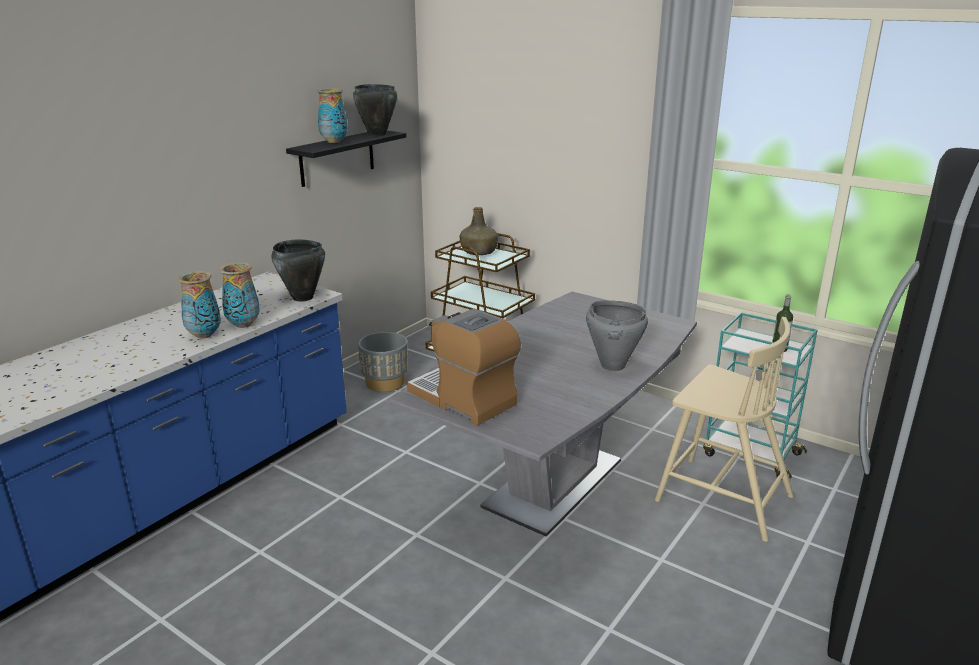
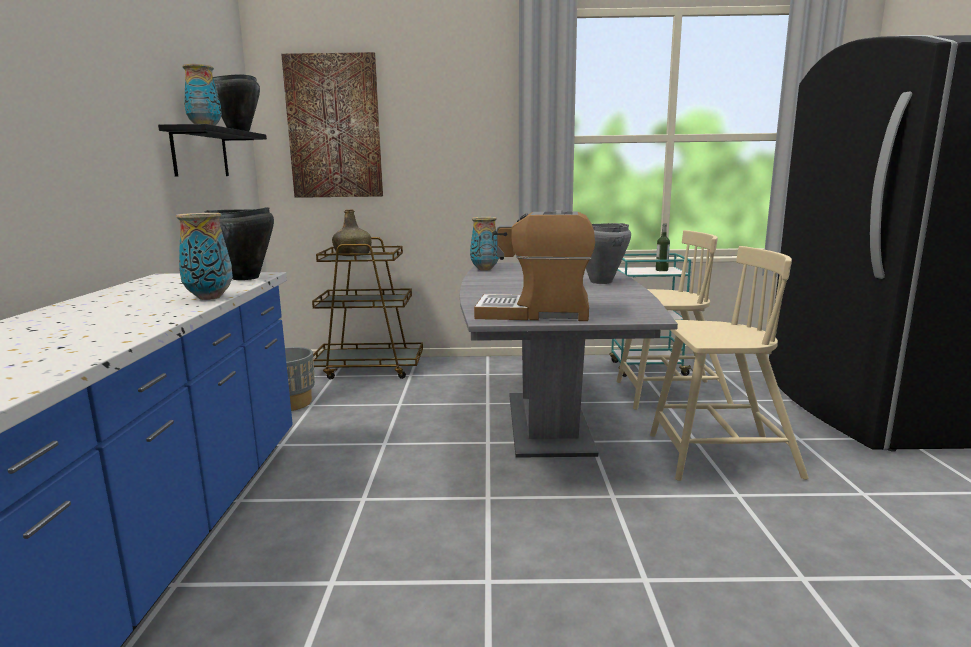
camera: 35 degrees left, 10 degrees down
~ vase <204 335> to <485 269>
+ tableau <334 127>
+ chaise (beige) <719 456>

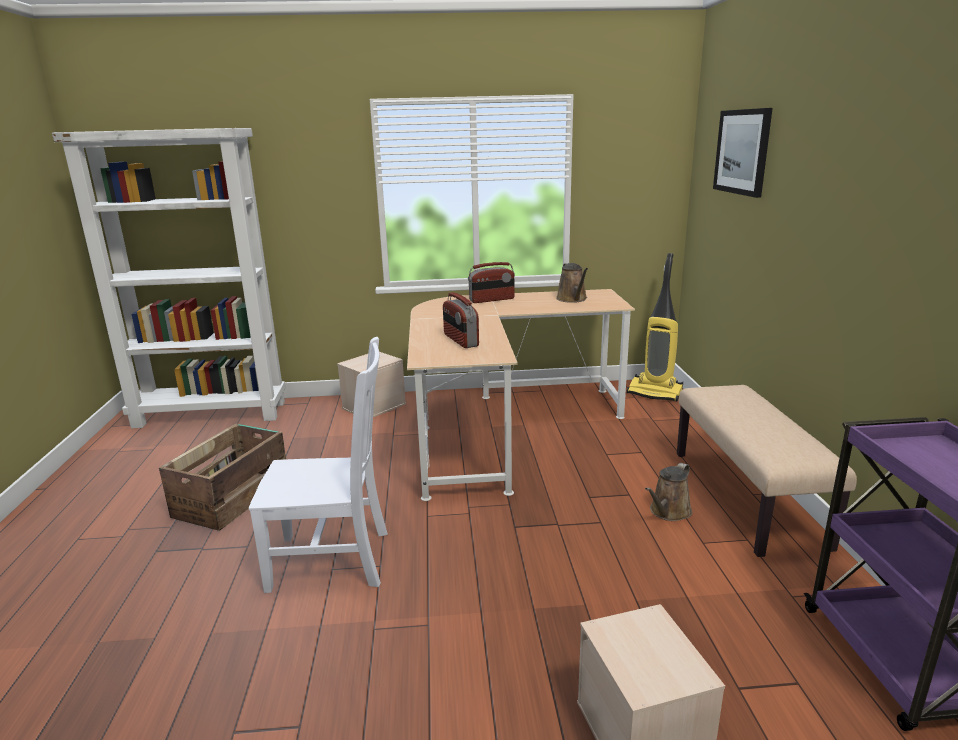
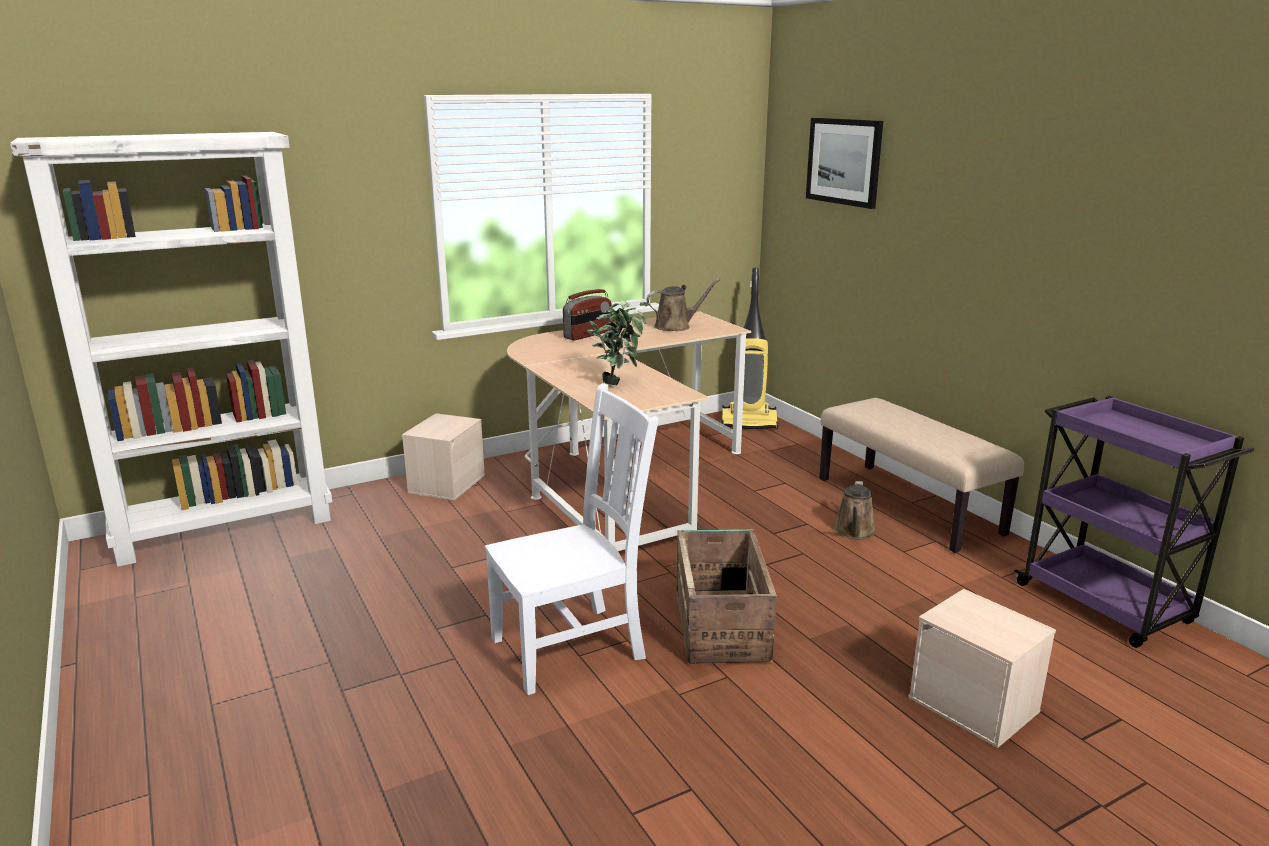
camera: 25 degrees left, 0 degrees up
~ arrosoir (marron) <572 299> = <676 326> 75 degrees counterclockwise
~ radio <460 340> to plante en pot <618 382>
~ caisse <234 497> to <722 623>

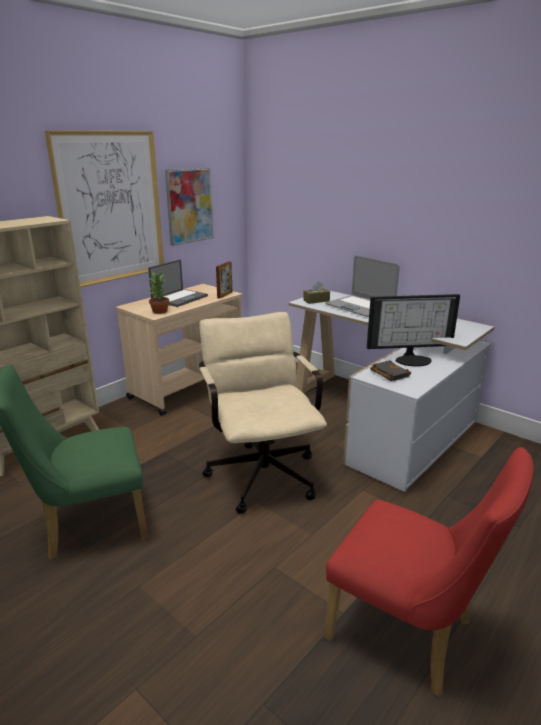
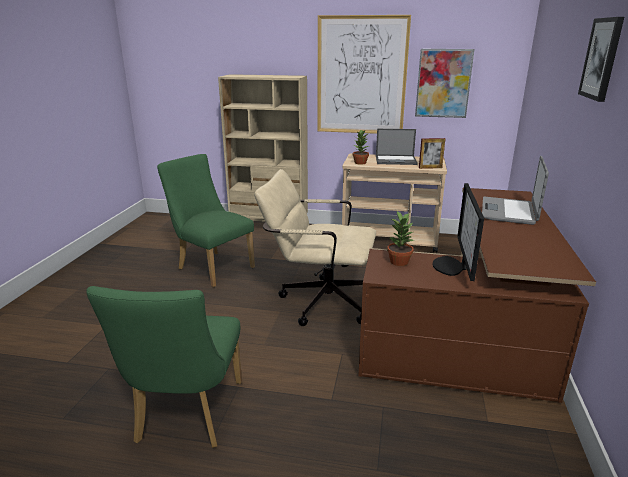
camera: 60 degrees right, 0 degrees up
- boîte à mouchoirs (marron) <316 300>
~ bureau (blanc) <381 419> to bureau (marron) <473 336>
~ écran d'ordinateur <412 359> = <453 266> 45 degrees clockwise
~ chaise de bureau (beige) <261 470> = <318 301> 120 degrees counterclockwise
~ livre (noir) <388 373> to plante en pot <399 261>
~ chaise (rouge) <409 634> to chaise (vert) <187 417>
+ tableau <602 59>

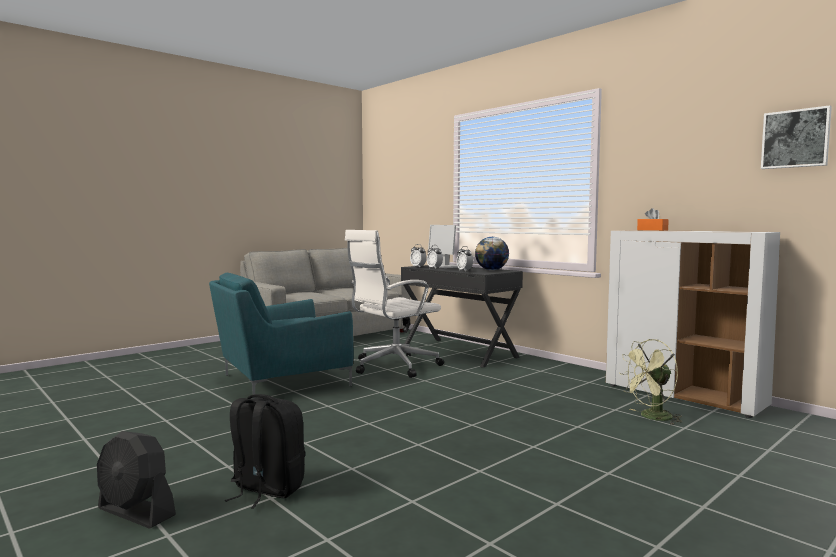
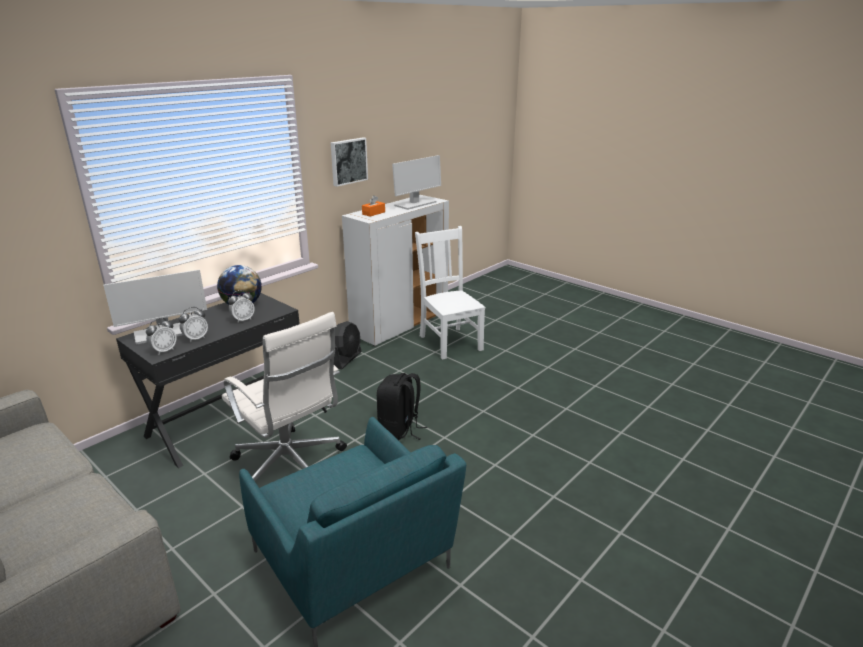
camera: 95 degrees left, 20 degrees up
~ tableau <795 139> to <348 161>
~ ventilateur (vert) <651 417> to chaise (blanc) <449 342>
~ sac à dos (noir) <266 490> to <400 430>
~ ventilateur (noir) <136 512> to <346 359>
+ écran d'ordinateur <415 204>

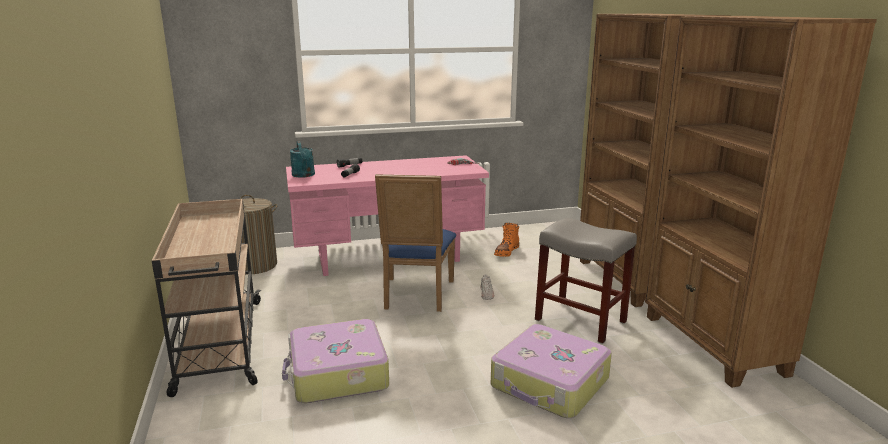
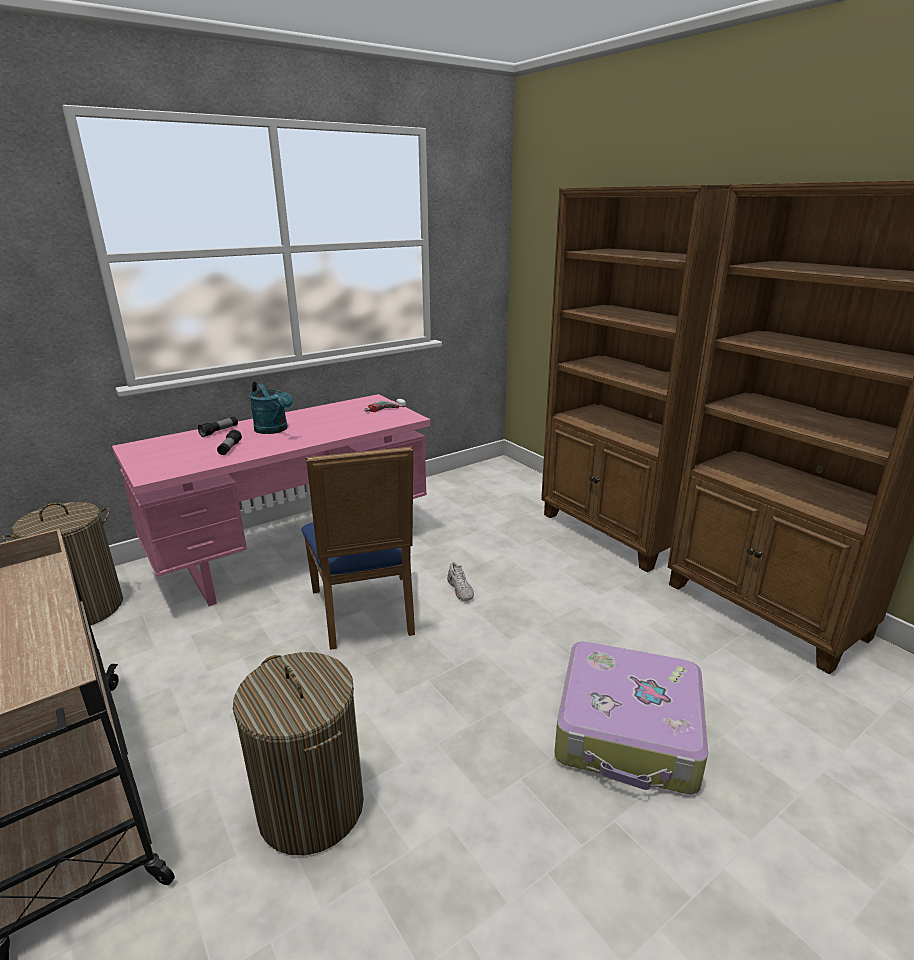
camera: 20 degrees left, 5 degrees up
~ arrosoir (turquoise) <304 175> to <274 430>
- tabouret (gris) <579 321>
- botte (orange) <506 252>
~ valise <337 374> to panier à linge <311 807>

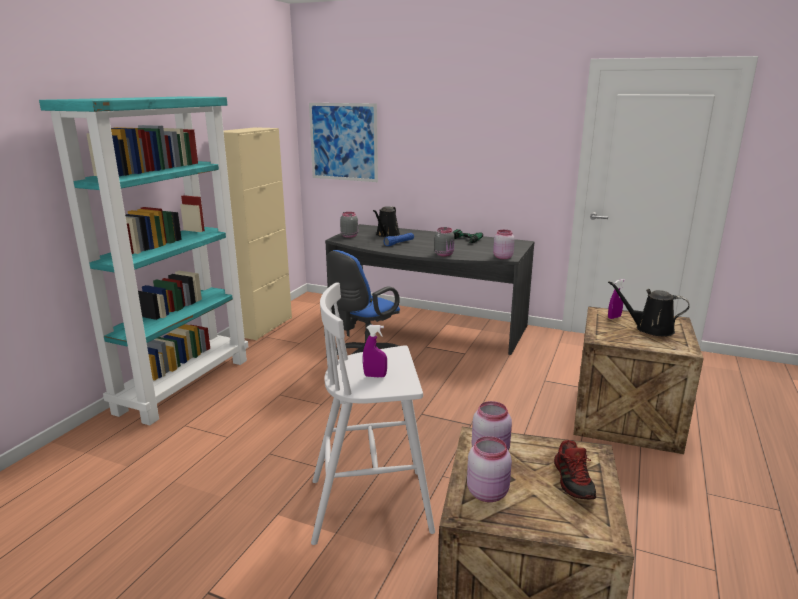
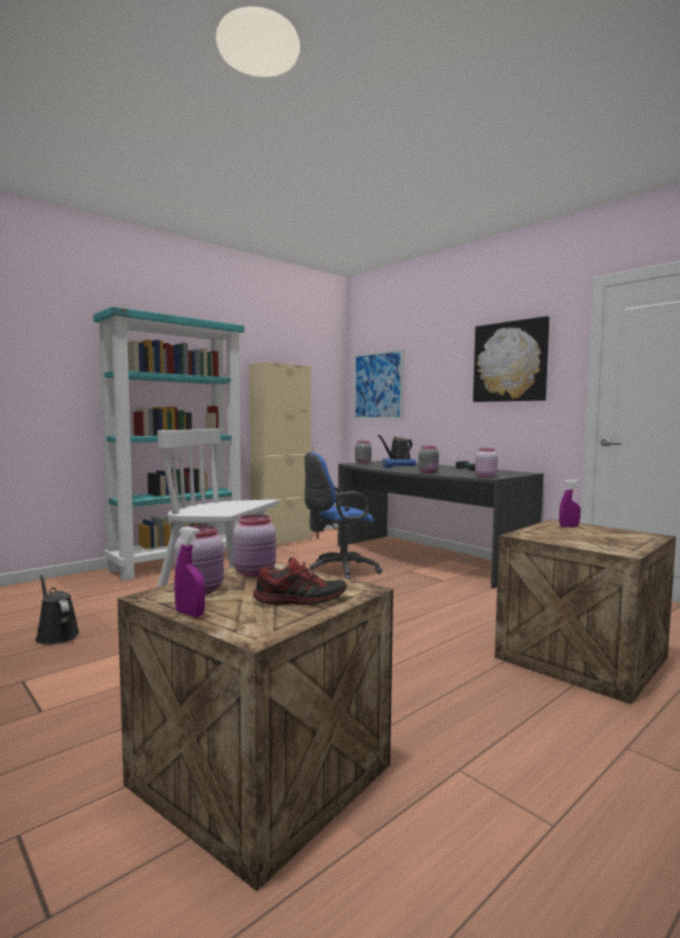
camera: 25 degrees right, 15 degrees down
~ arrosoir (noir) <650 329> to <56 635>
~ vaporisateur (violet) <375 376> to <190 614>
~ chaussure <574 481> = <300 600> 120 degrees counterclockwise
+ tableau <510 362>

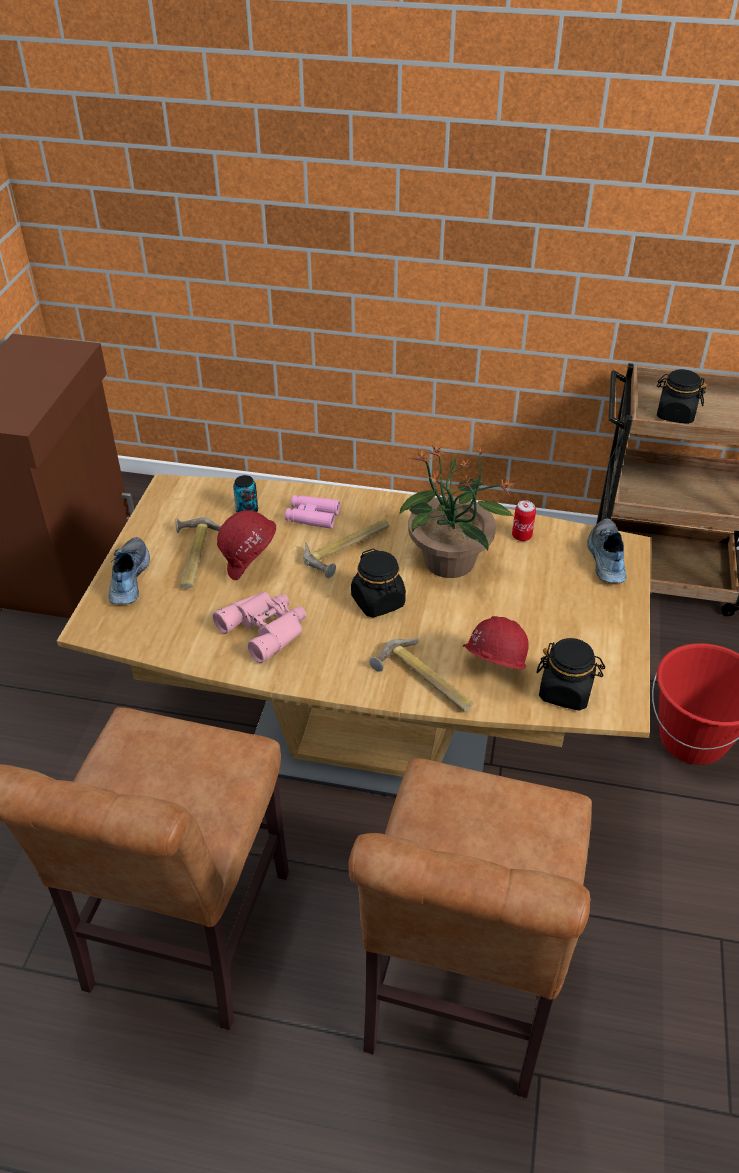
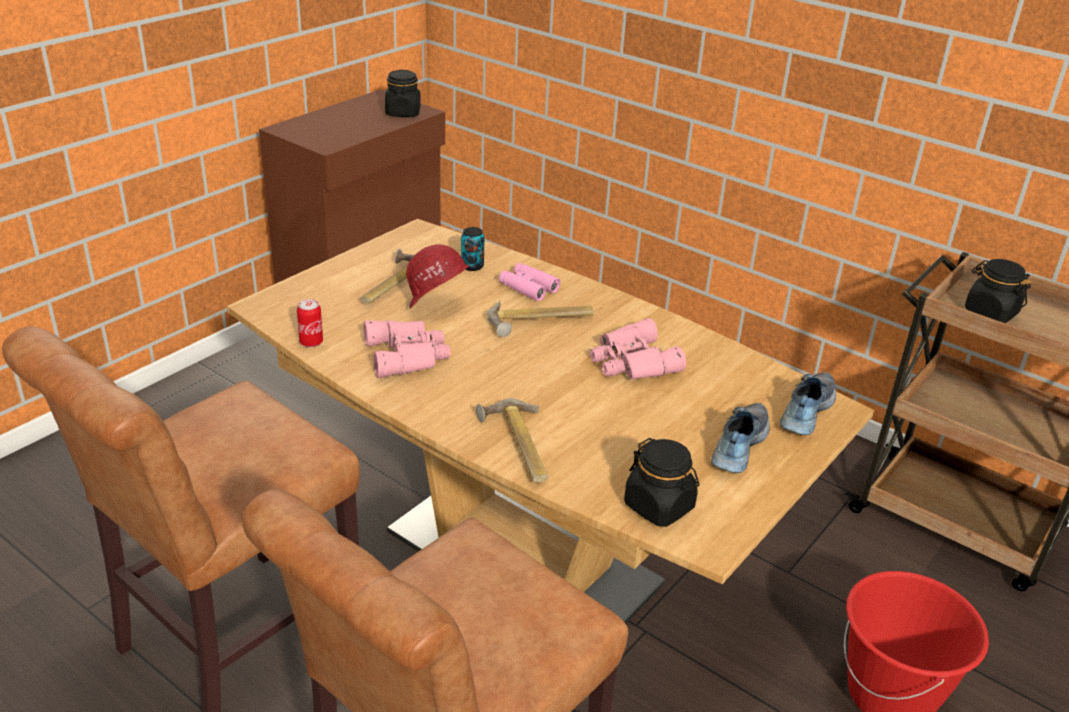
camera: 25 degrees right, 10 degrees down
~ plante en pot <450 562> to jumelles (rose) <631 362>
~ boîte métallique <521 536> to <311 342>
~ chaussure <127 578> to <737 446>
~ bocal (noir) <378 601> to <403 113>
- casque de chantier (rouge) <490 674>

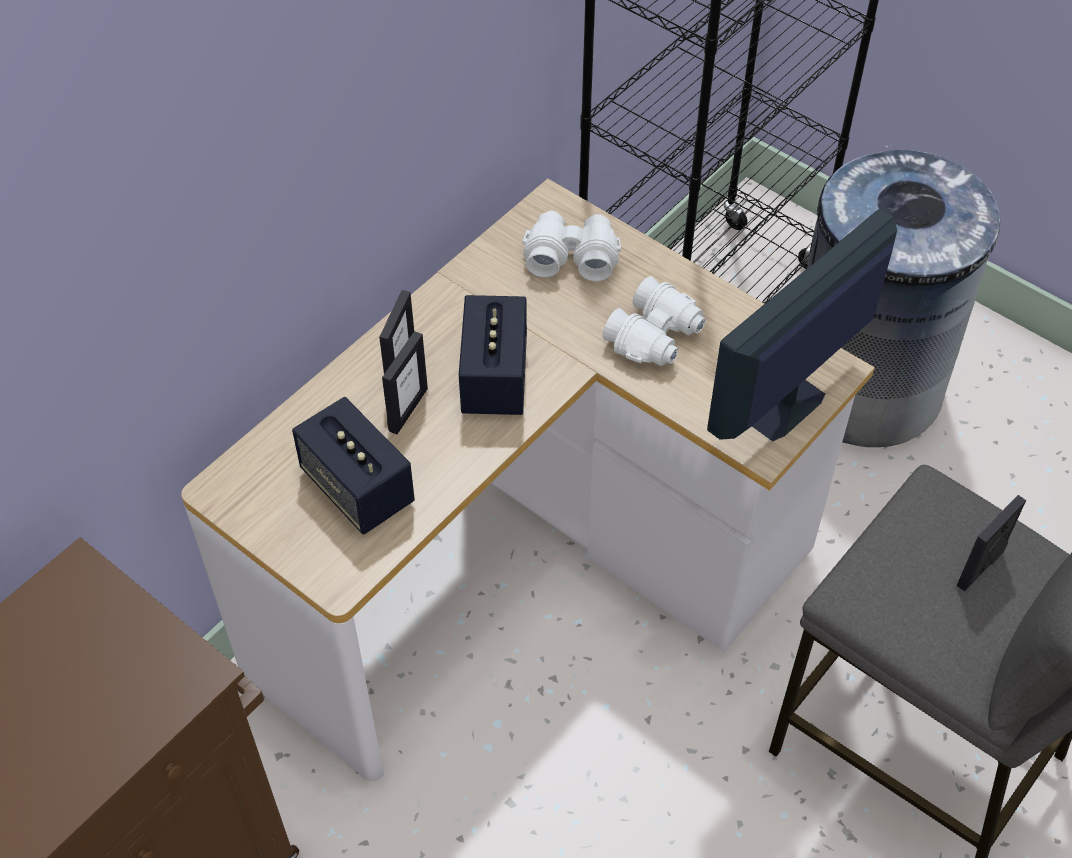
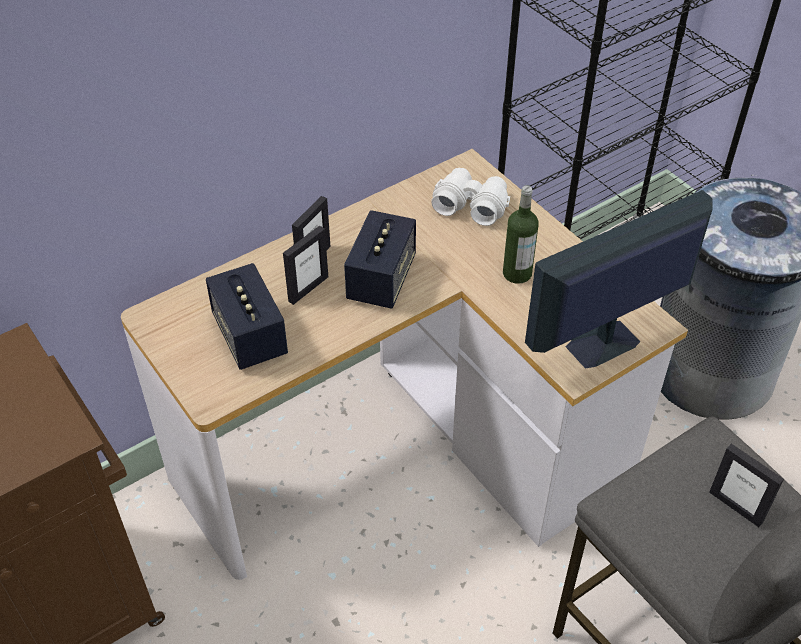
camera: 15 degrees right, 5 degrees down
~ jumelles (blanc) <656 336> to bouteille <517 273>
~ cadre photo <980 568> = <736 506> 105 degrees counterclockwise

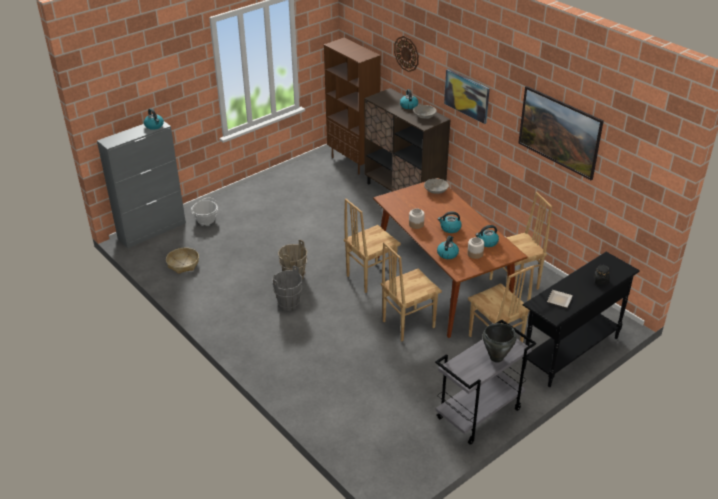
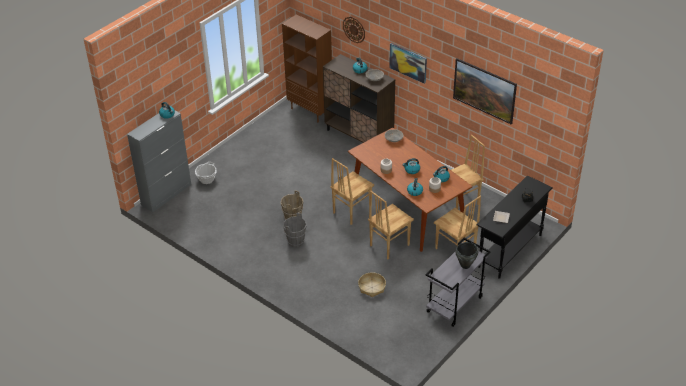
camera: 10 degrees left, 5 degrees up
~ panier <183 264> to <371 287>

